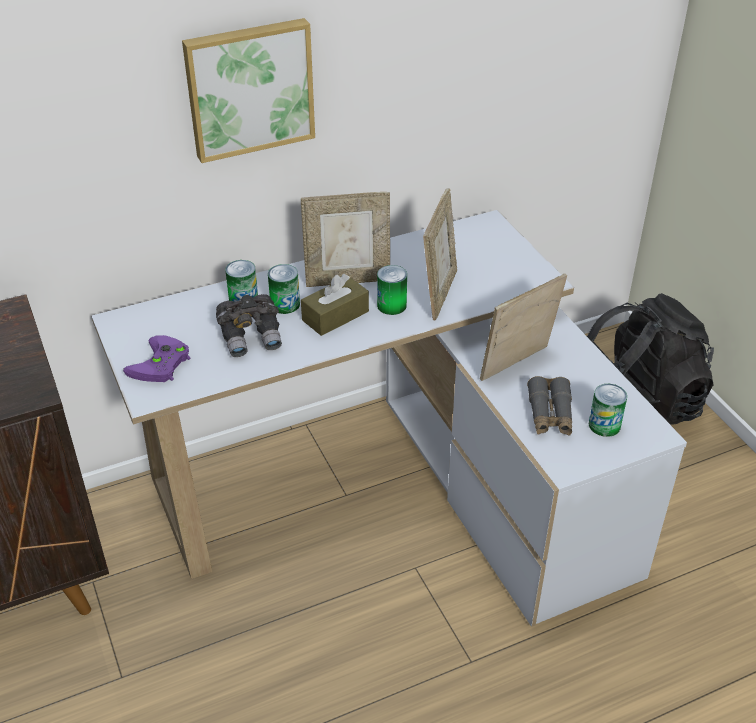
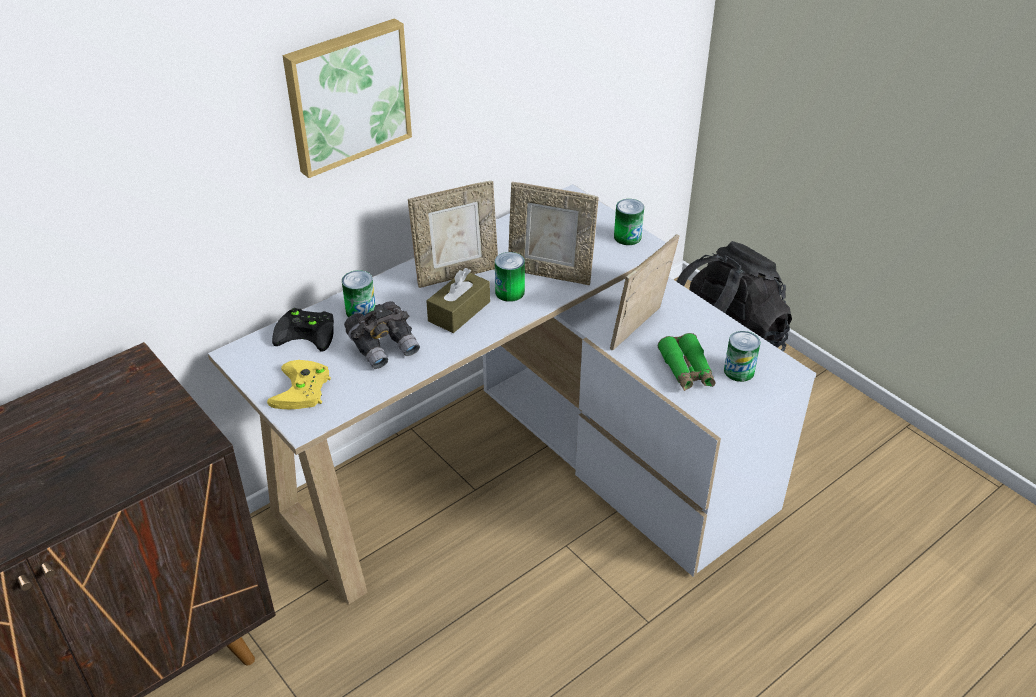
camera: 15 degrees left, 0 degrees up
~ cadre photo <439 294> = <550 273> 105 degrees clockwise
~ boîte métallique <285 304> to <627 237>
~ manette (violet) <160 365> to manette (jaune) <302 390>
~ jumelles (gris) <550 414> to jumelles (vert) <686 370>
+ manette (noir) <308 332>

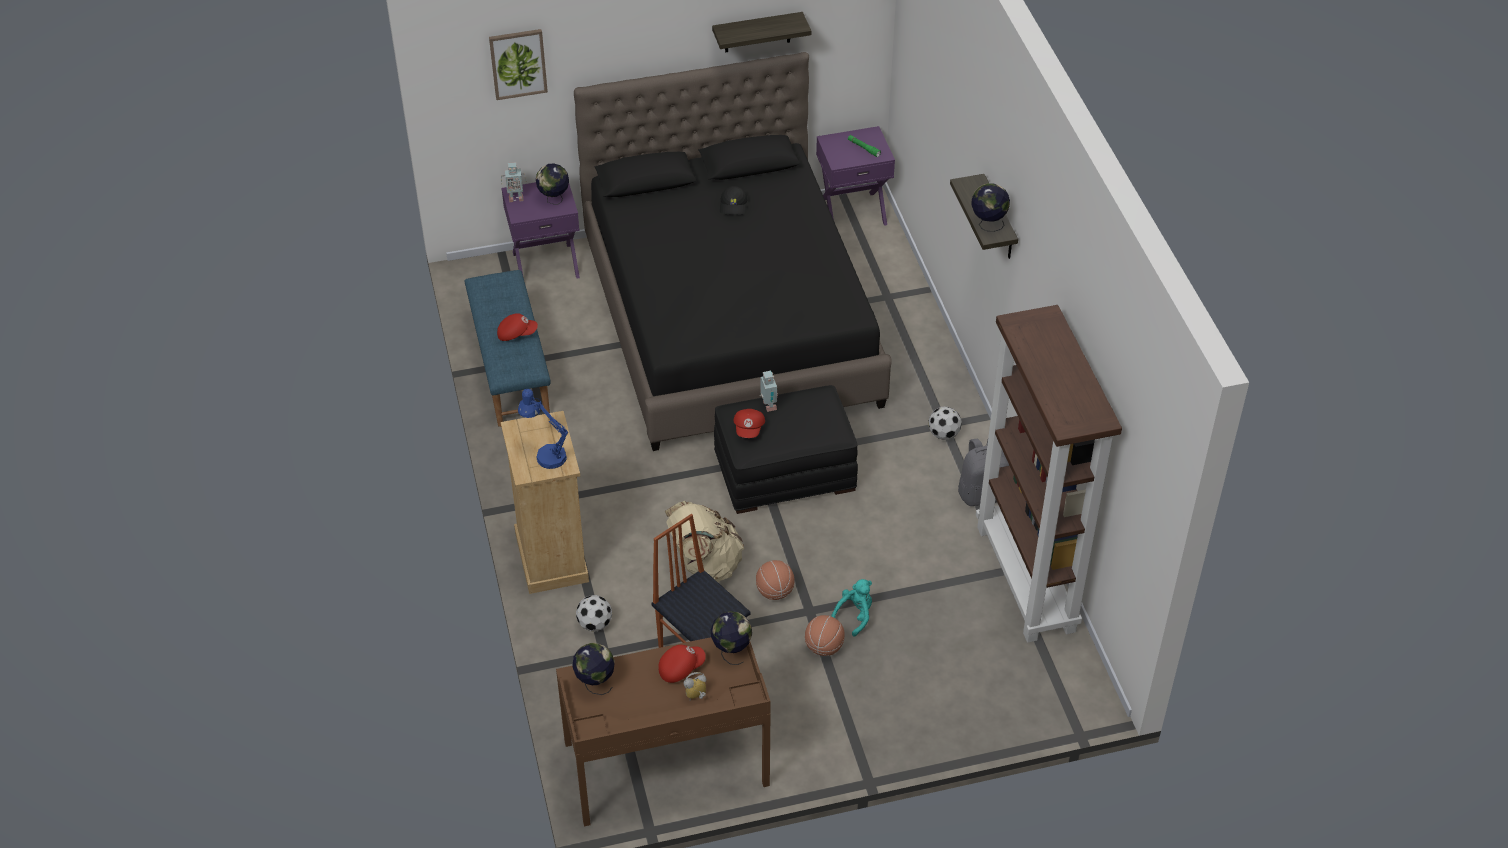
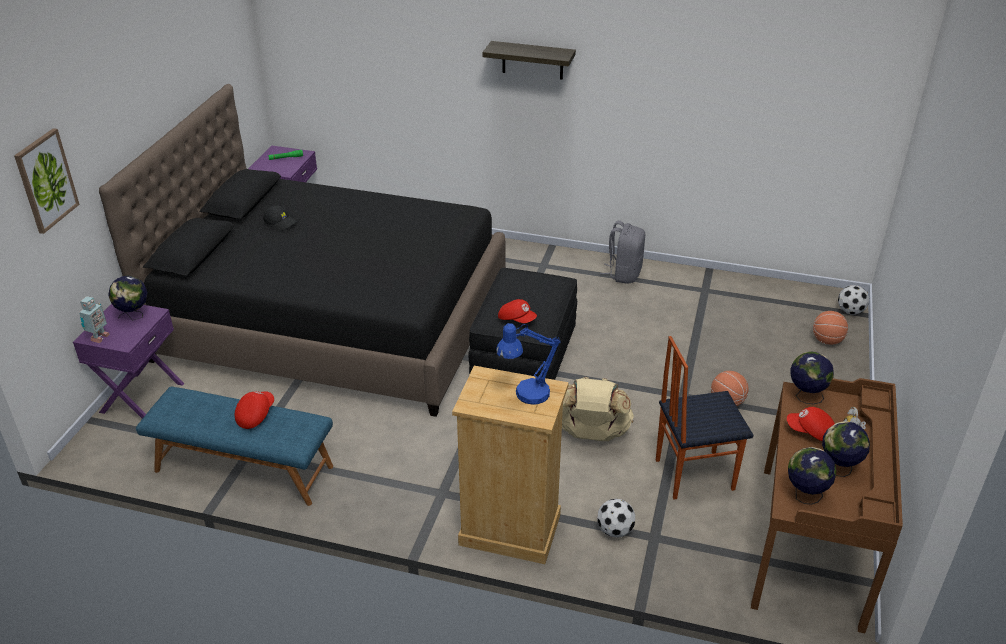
camera: 60 degrees left, 10 degrees down
- étagère <757 32>
~ globe <988 224> to <838 469>
- bibliothèque (marron) <1027 579>
- robot jouet <768 406>
~ ballon de foot <943 434> to <850 311>
~ ballon de basket <775 592> to <827 340>
- peluche (turquoise) <855 615>
~ casquette (rouge) <681 667> = <811 433> 75 degrees counterclockwise

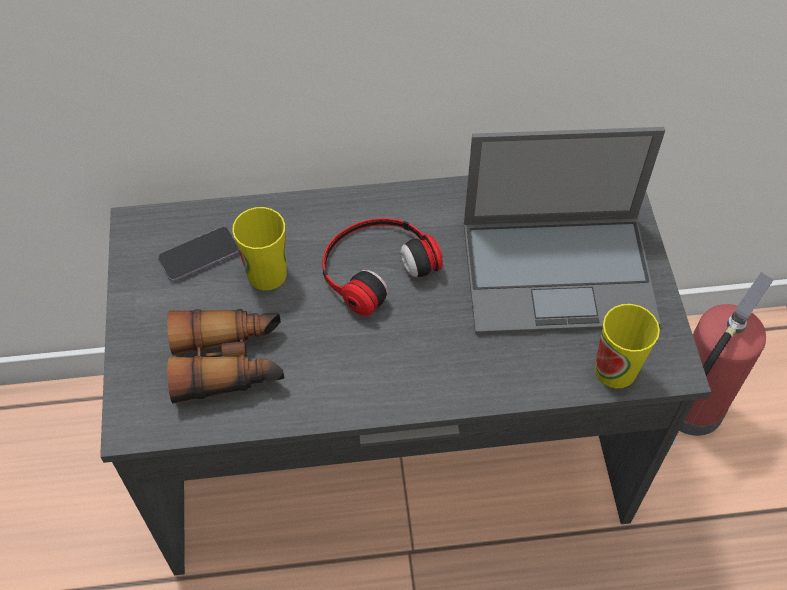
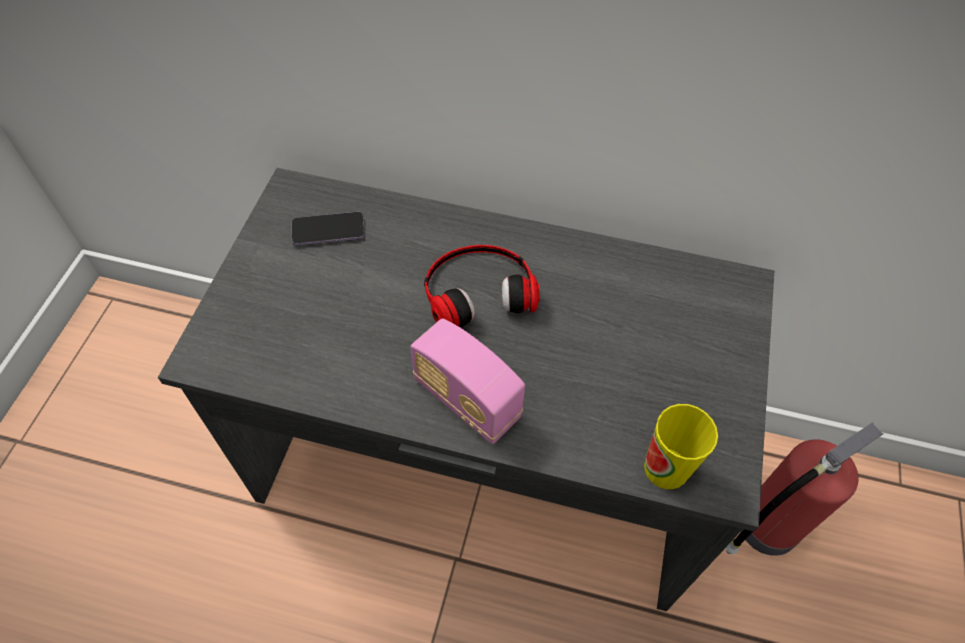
camera: 20 degrees right, 0 degrees up
- ordinateur portable <560 273>
- tasse <267 274>
- jumelles <229 362>
+ radio <466 400>

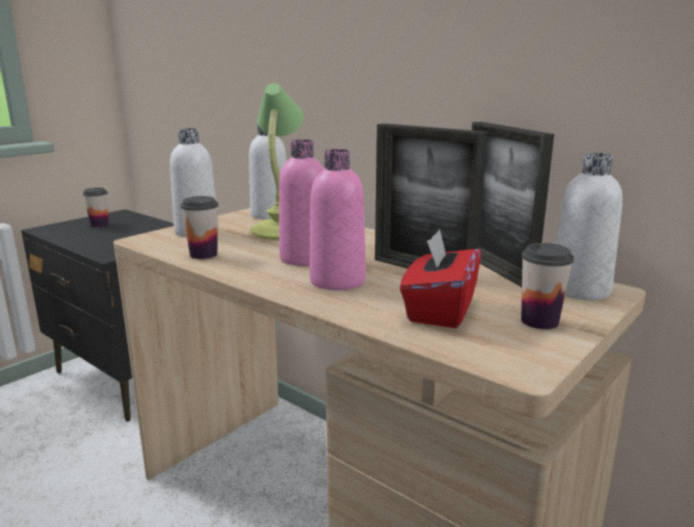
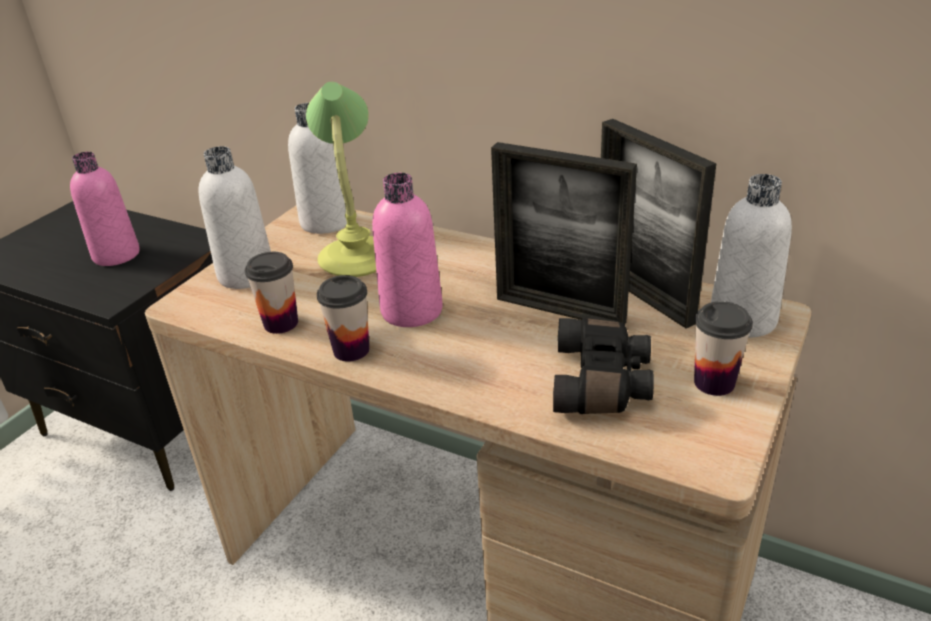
camera: 10 degrees left, 15 degrees up
~ bouteille (rose) <337 281> to <116 255>
~ tasse <99 224> to <351 350>
~ boîte à mouchoirs (rouge) <439 310> to jumelles (noir) <603 383>

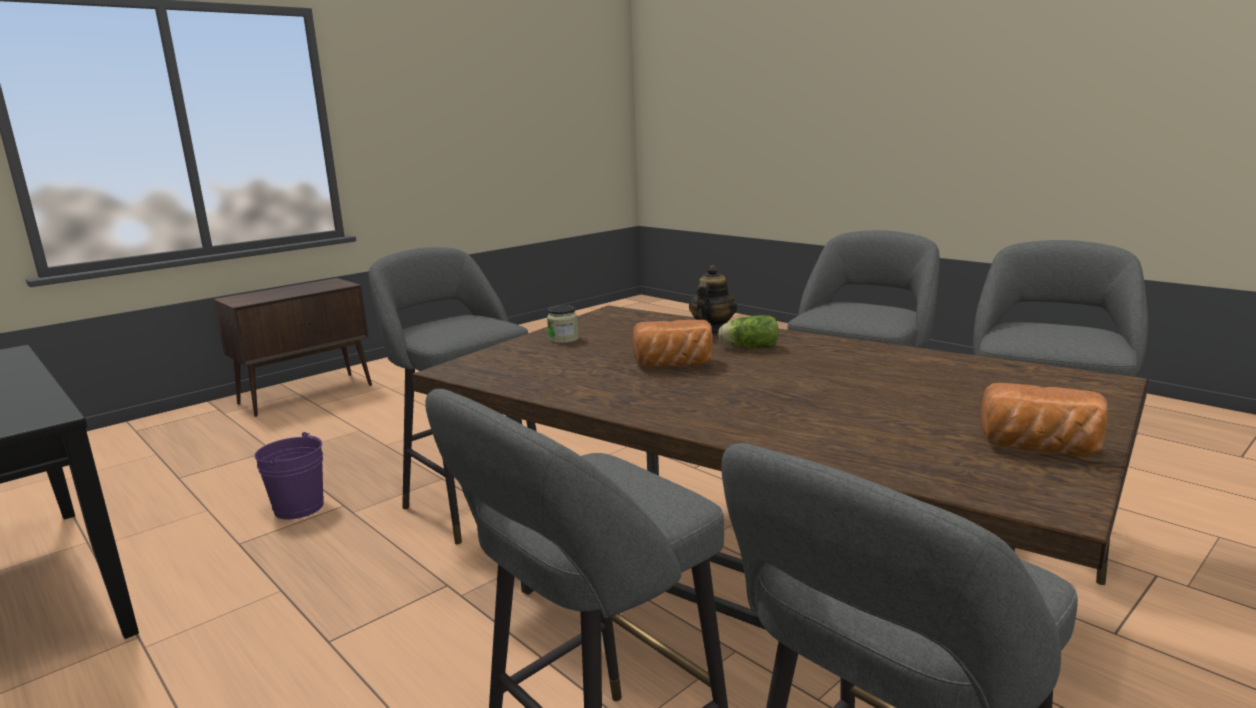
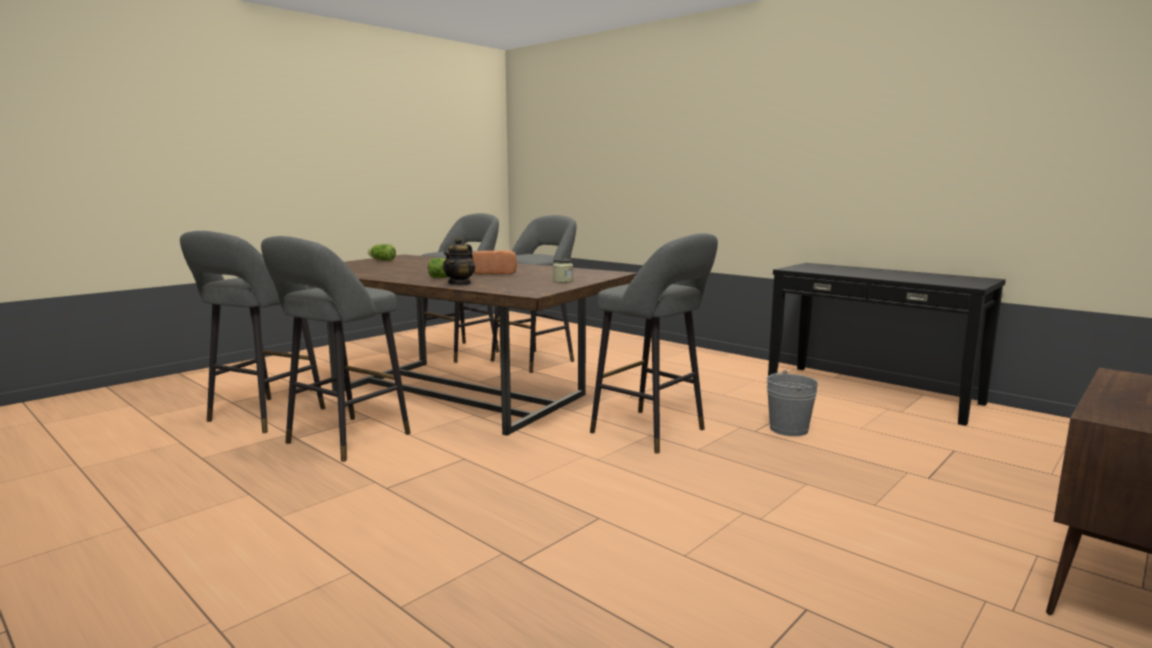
camera: 175 degrees right, 5 degrees down
~ pain <1039 449> to laitue <381 260>
~ seau (violet) <299 508> to seau (gris) <788 429>

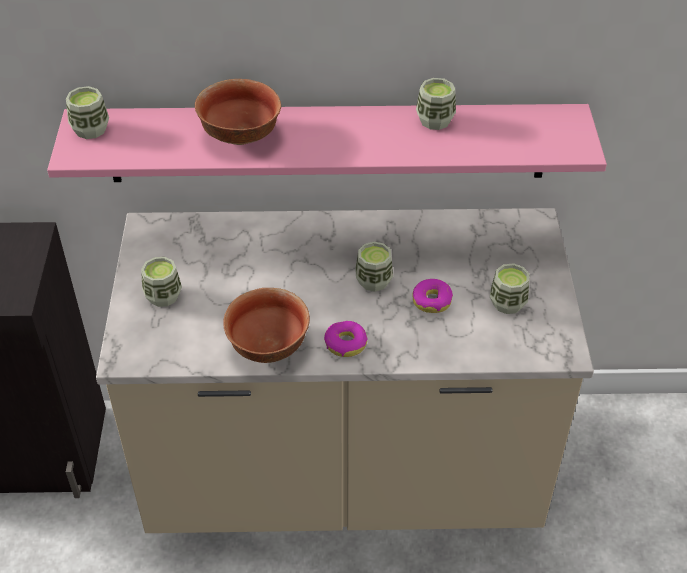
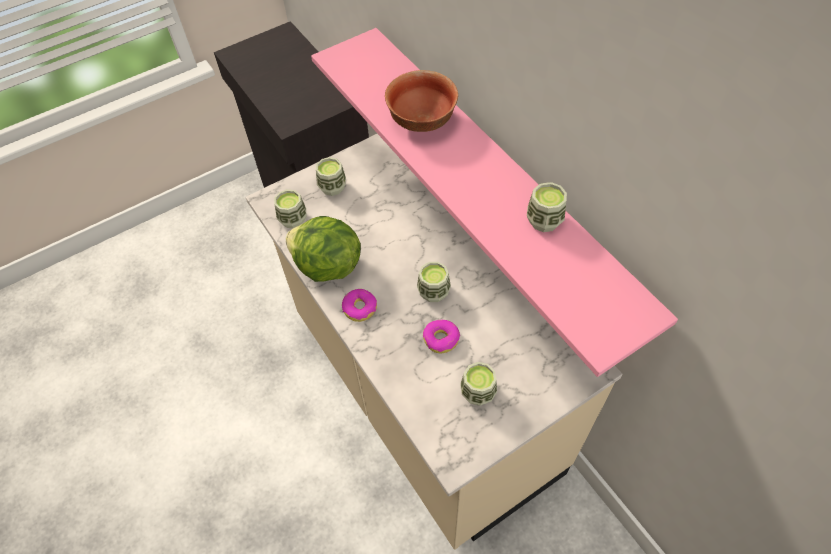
camera: 60 degrees right, 10 degrees up
~ tasse <90 129> to <293 219>
~ bol <269 346> to laitue <327 267>

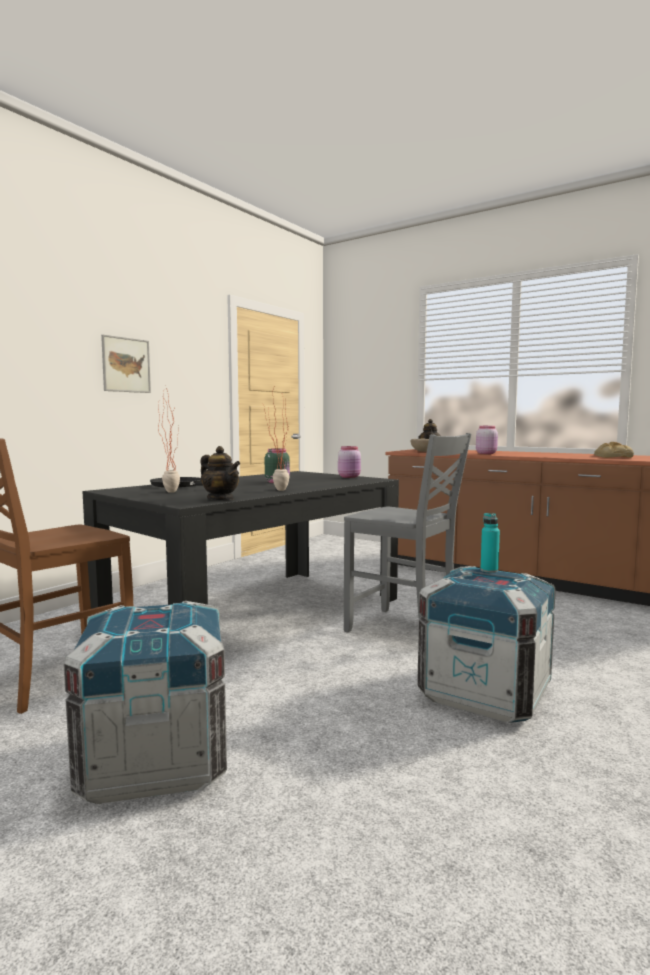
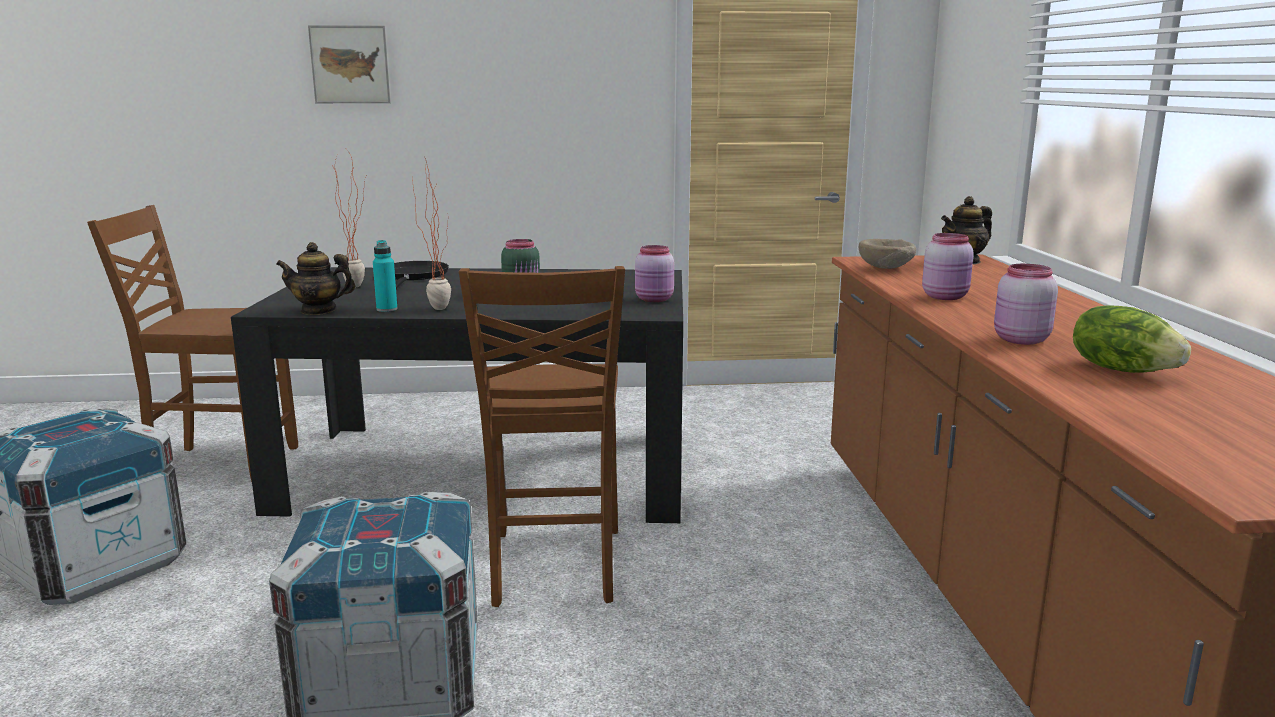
camera: 50 degrees right, 10 degrees up
~ tableau <126 365> to <350 64>
~ chaise (gris) <404 630> to chaise (marron) <553 568>
~ pain <612 457> to laitue <1122 369>
~ théière <220 499> = <318 310> 90 degrees clockwise
~ bouteille (turquoise) <489 570> to <387 309>
+ bocal (rose) <1019 340>

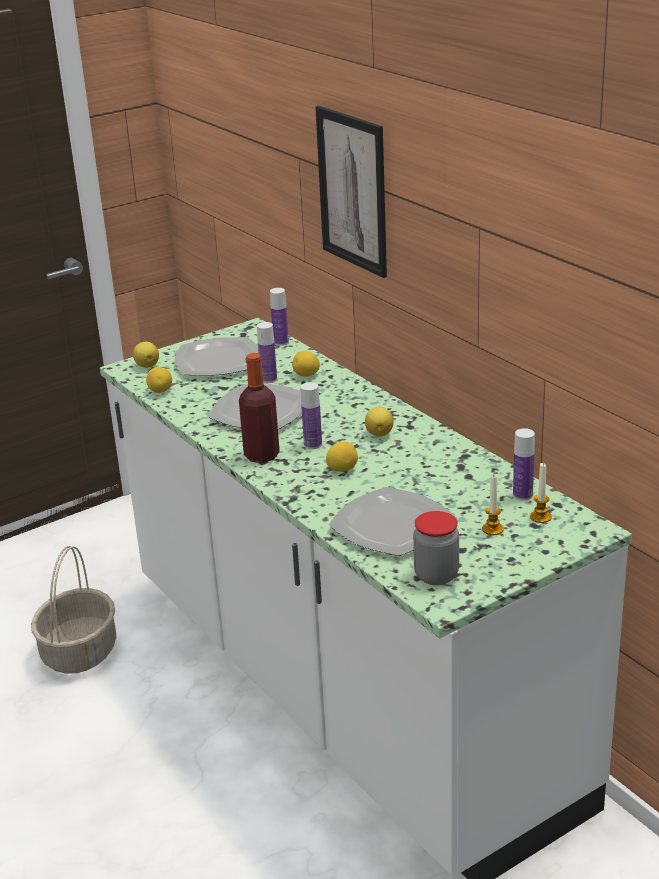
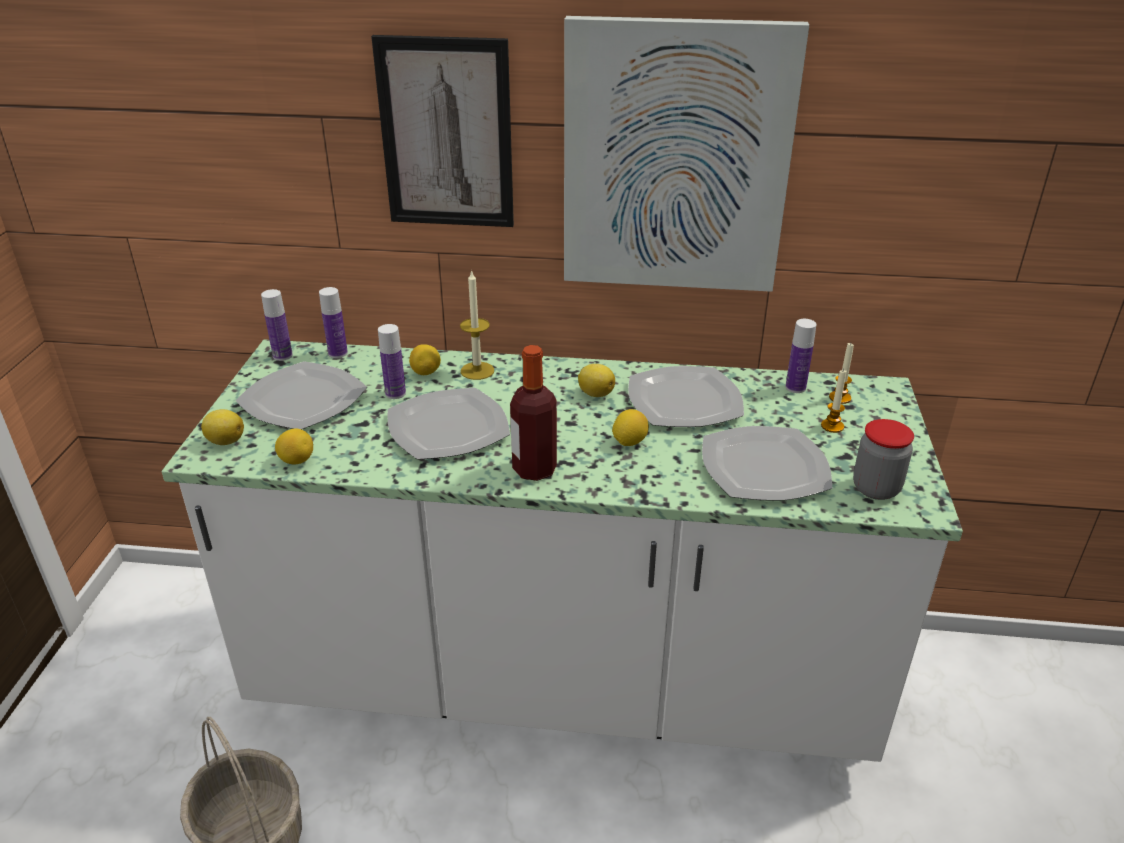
camera: 50 degrees left, 5 degrees up
~ bouteille <313 444> to <282 355>
+ tableau <675 159>
+ bougie <477 371>
+ assiette <685 401>

